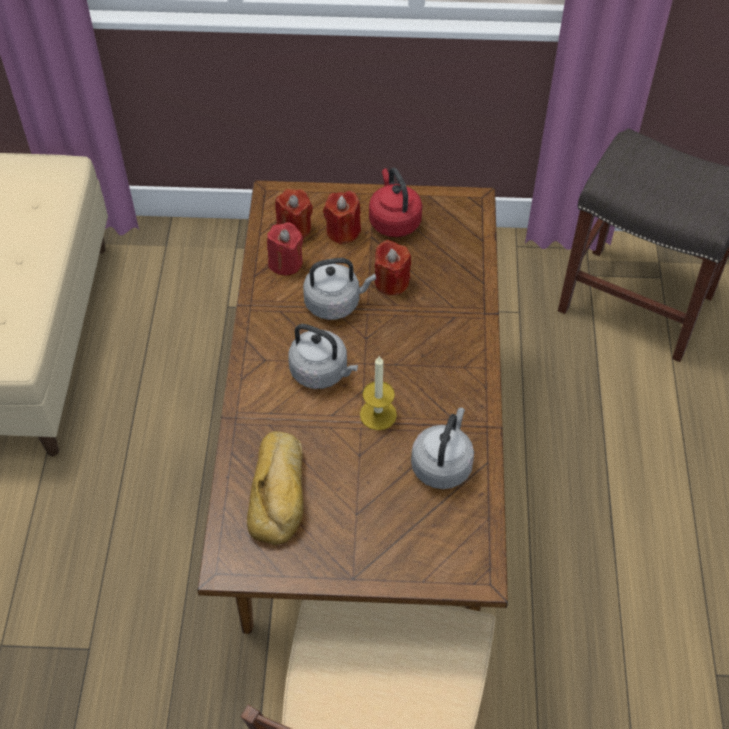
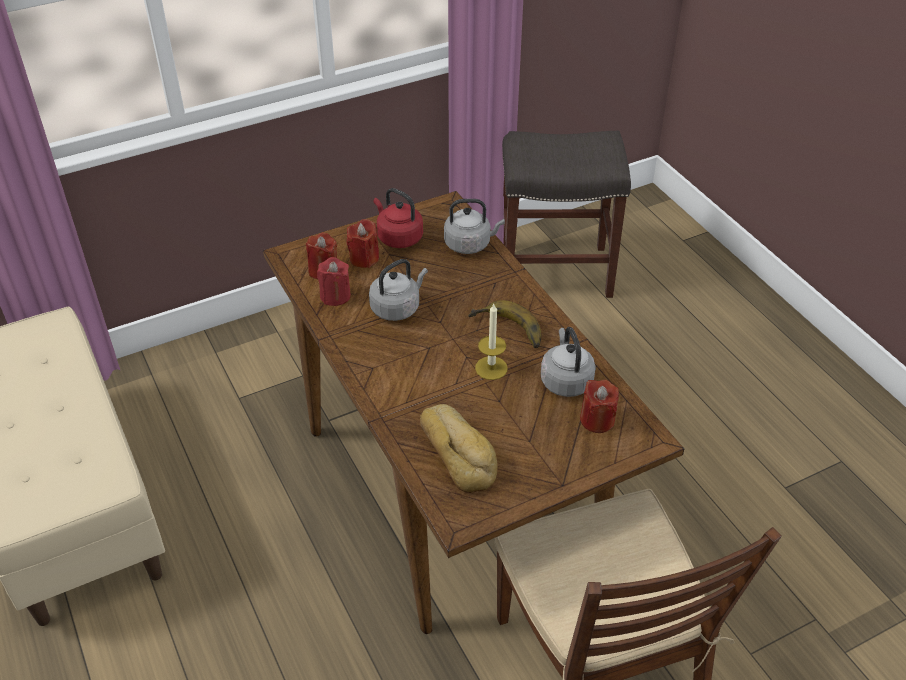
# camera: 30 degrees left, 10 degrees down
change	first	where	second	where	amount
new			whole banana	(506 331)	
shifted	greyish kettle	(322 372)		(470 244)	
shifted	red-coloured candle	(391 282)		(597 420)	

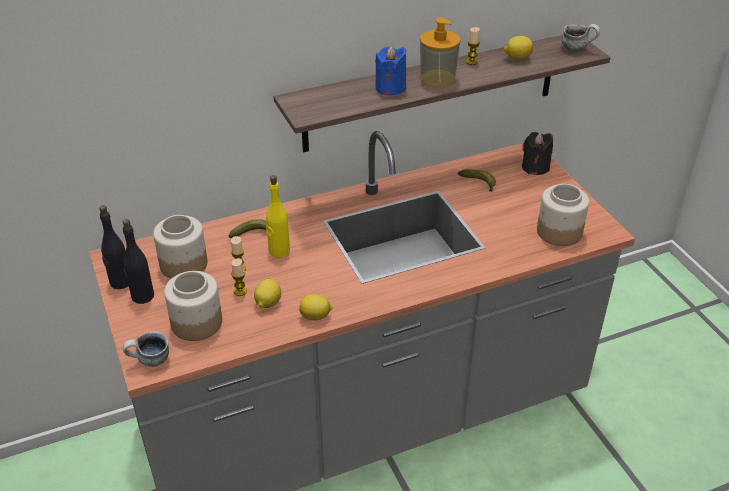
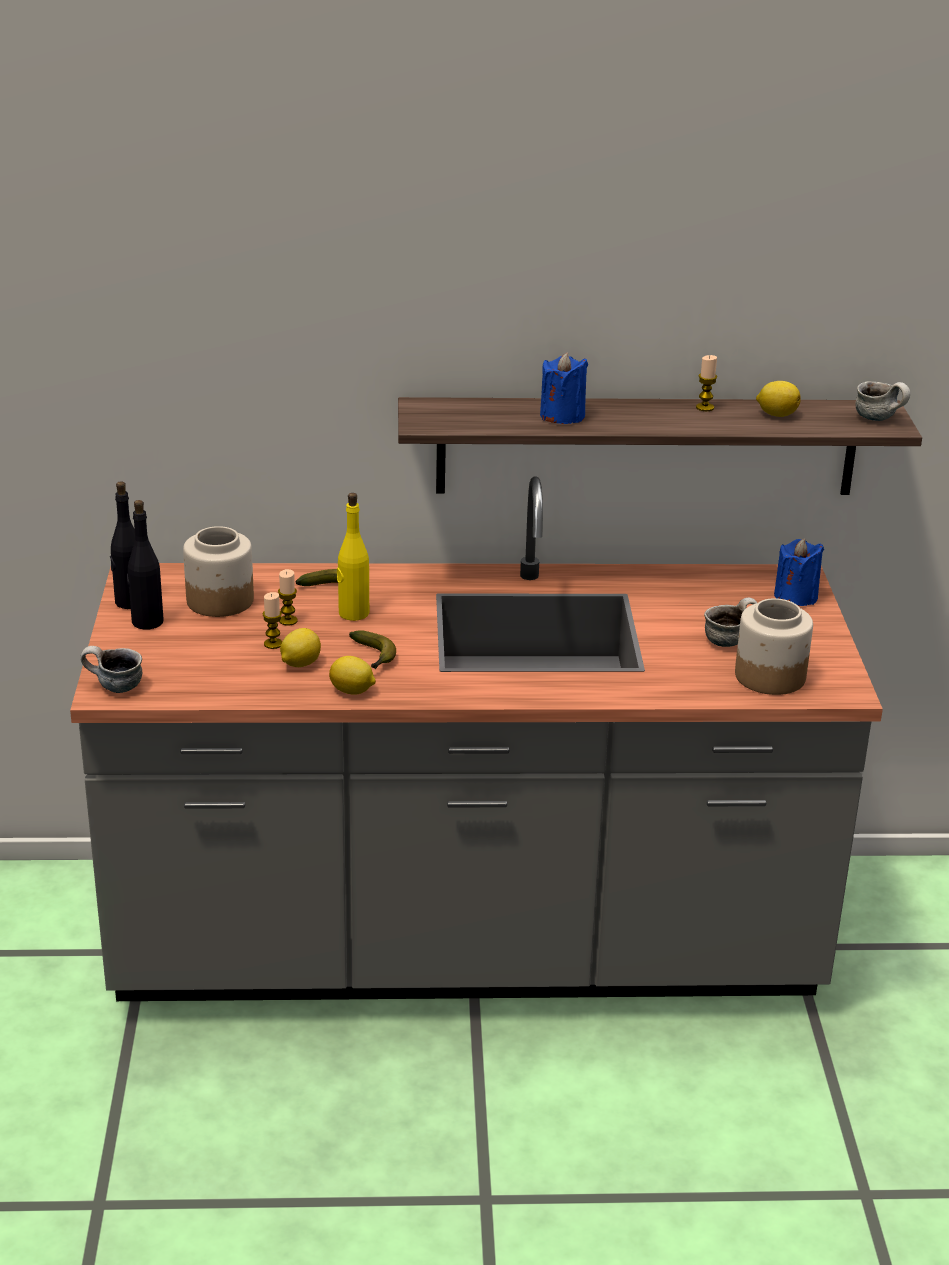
# camera: 20 degrees right, 10 degrees down
change	first	where	second	where	amount
gone	preserve jar	(196 323)			
gone	soap dispenser	(437 79)			
new			mug	(728 640)	
shifted	whole banana	(479 184)		(374 657)	
repainted	black-coloured candle	(535 167)	blue-coloured candle	(795 596)	

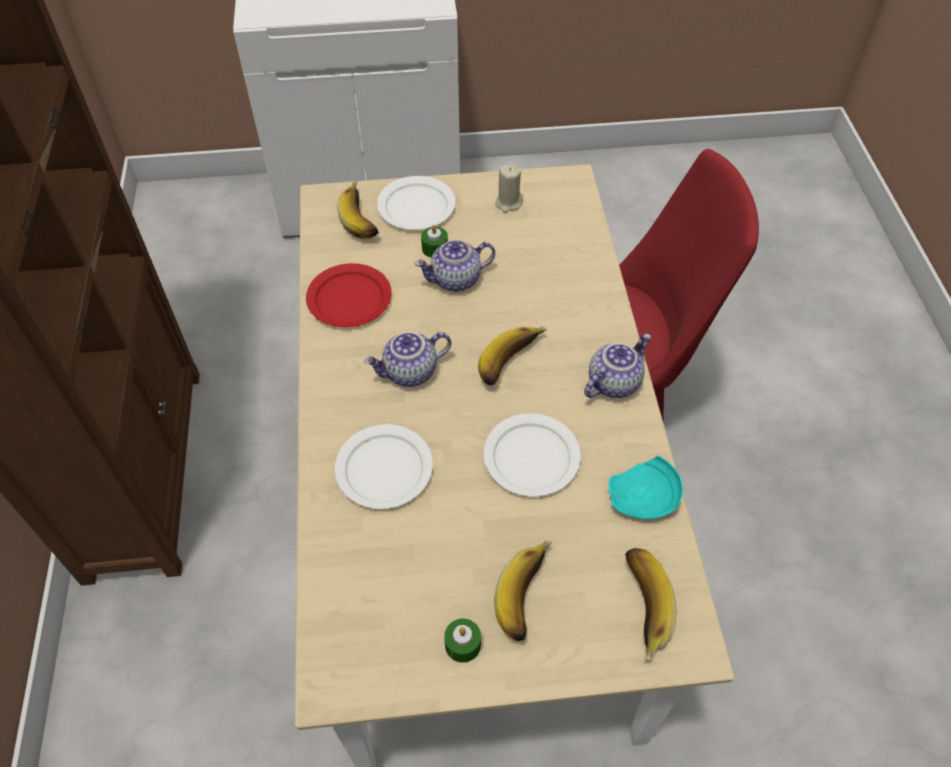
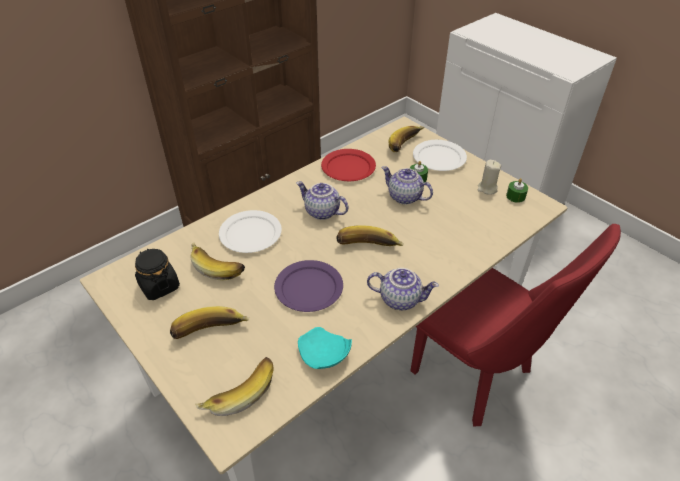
# camera: 55 degrees right, 10 degrees down
change	first	where	second	where	amount
new			black-coloured preserve jar	(159 286)	
new			whole banana	(219 266)	
shifted	green-coloured candle	(462 644)		(515 196)	
repainted	white-coloured flat dish	(532 457)	purple flat dish	(309 288)	

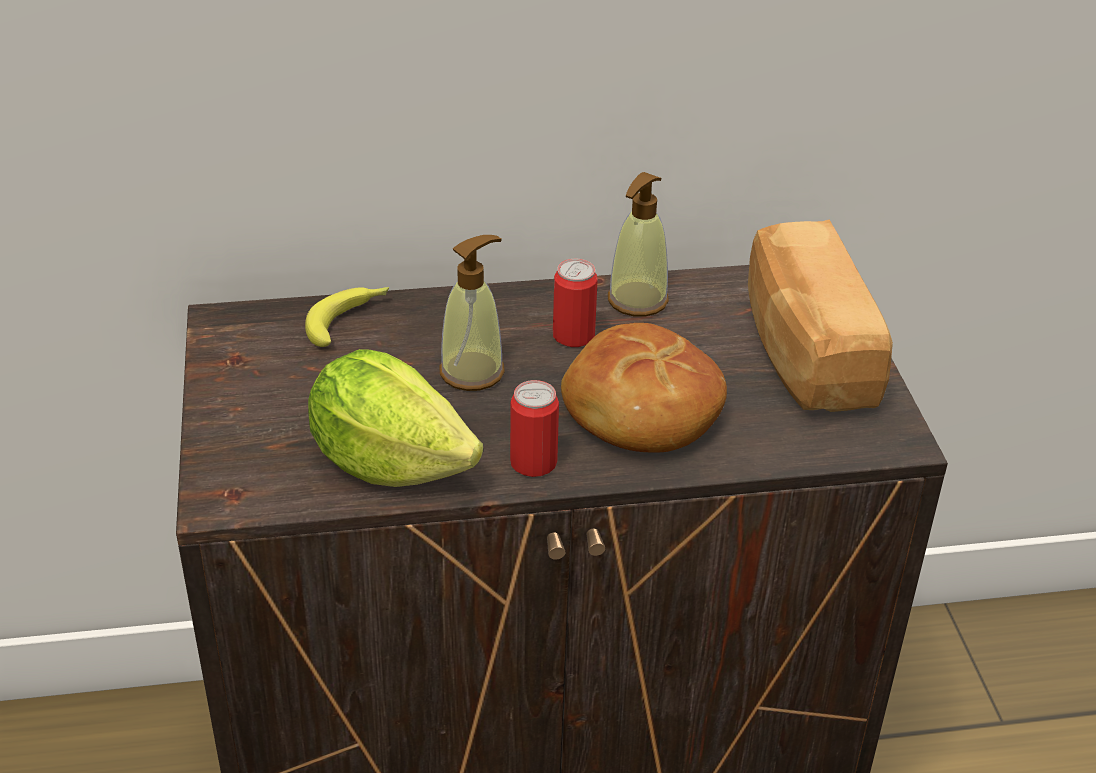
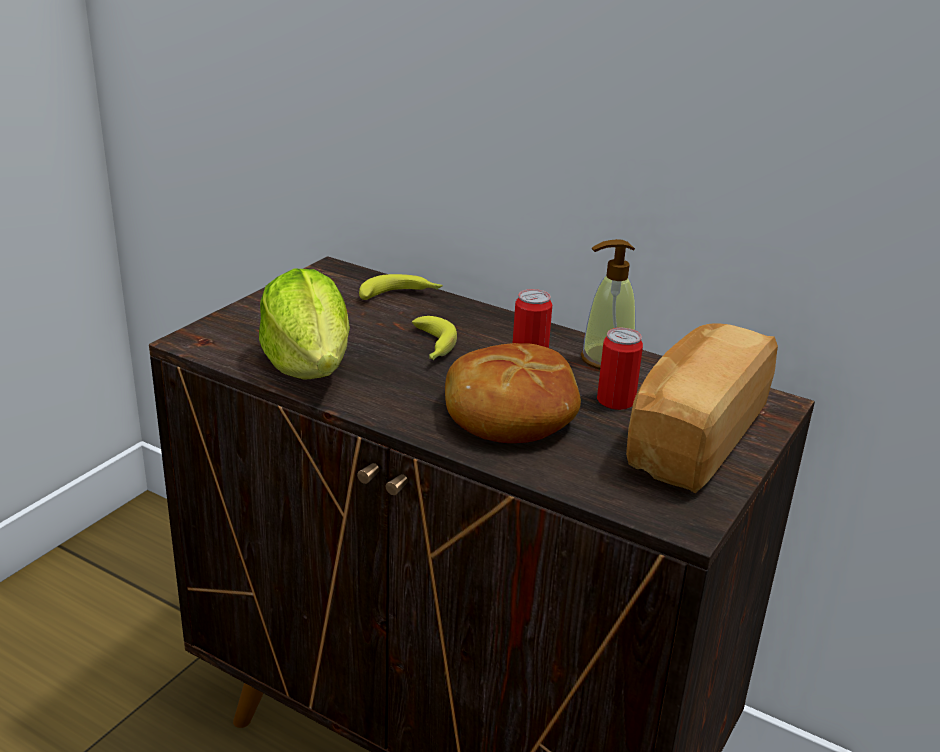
# camera: 40 degrees right, 10 degrees down
change	first	where	second	where	amount
shifted	sealed can	(533 462)		(616 401)	
swapped	soap dispenser	(472 372)	whole banana	(432 347)	

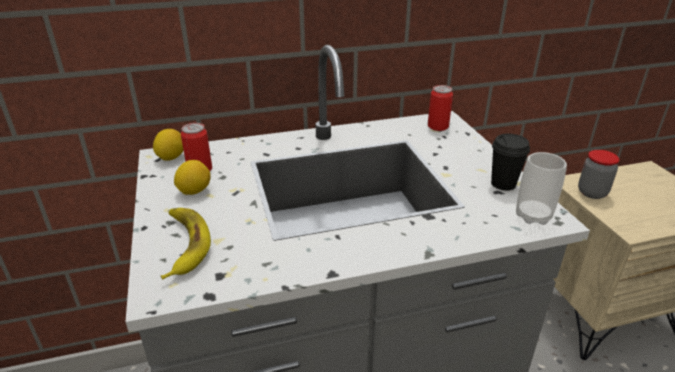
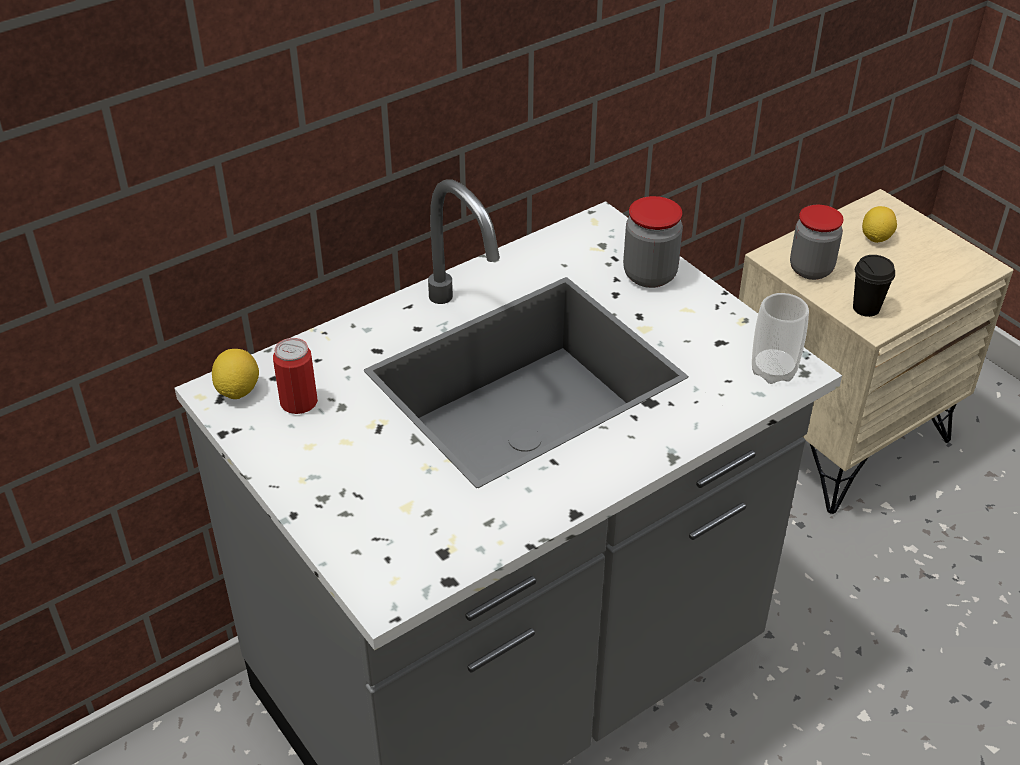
# camera: 20 degrees left, 10 degrees up
change	first	where	second	where	amount
gone	whole banana	(184 244)			
gone	sealed can	(438 126)			
new			preserve jar	(649 275)	
shifted	lemon	(194 191)		(876 238)	
shifted	black-coloured cup	(503 184)		(866 308)	

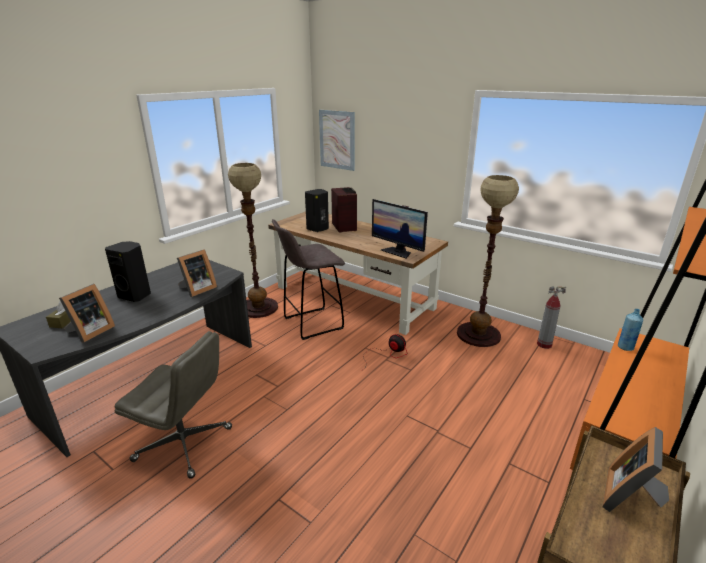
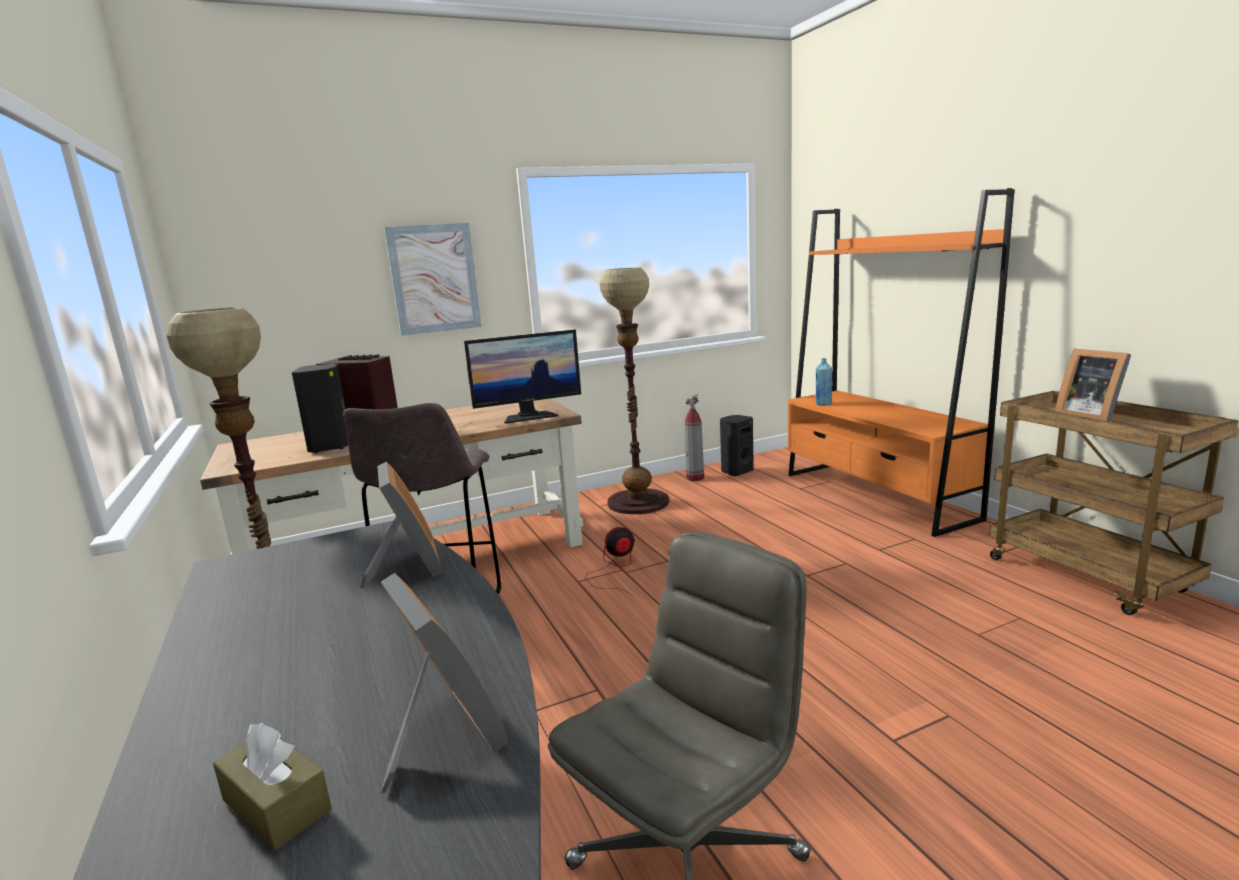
# camera: 60 degrees left, 10 degrees down
change	first	where	second	where	amount
shifted	black-coloured audio speaker	(136 295)		(736 471)	
shifted	wall picture	(337 140)		(434 279)	

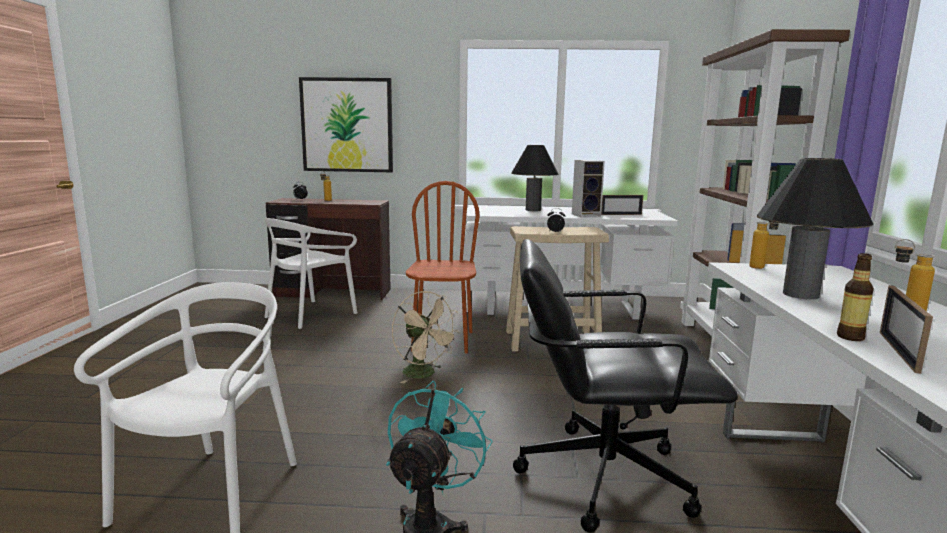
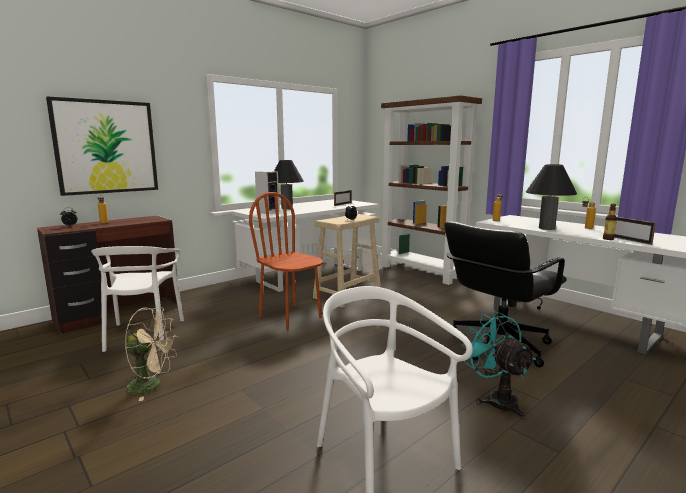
# camera: 45 degrees left, 0 degrees up
change	first	where	second	where	amount
shifted	beige electric fan	(424 374)		(151 385)	
shifted	audio speaker	(586 215)		(268 212)	

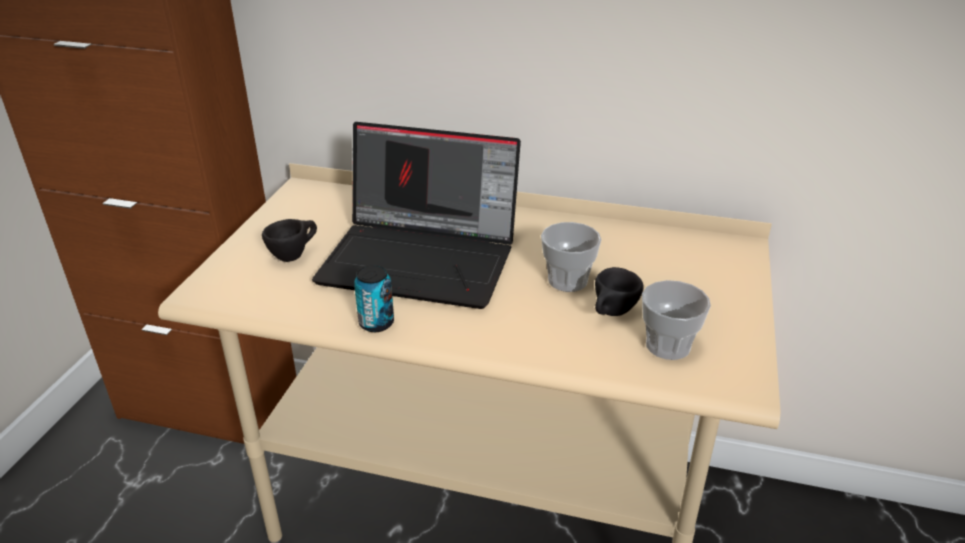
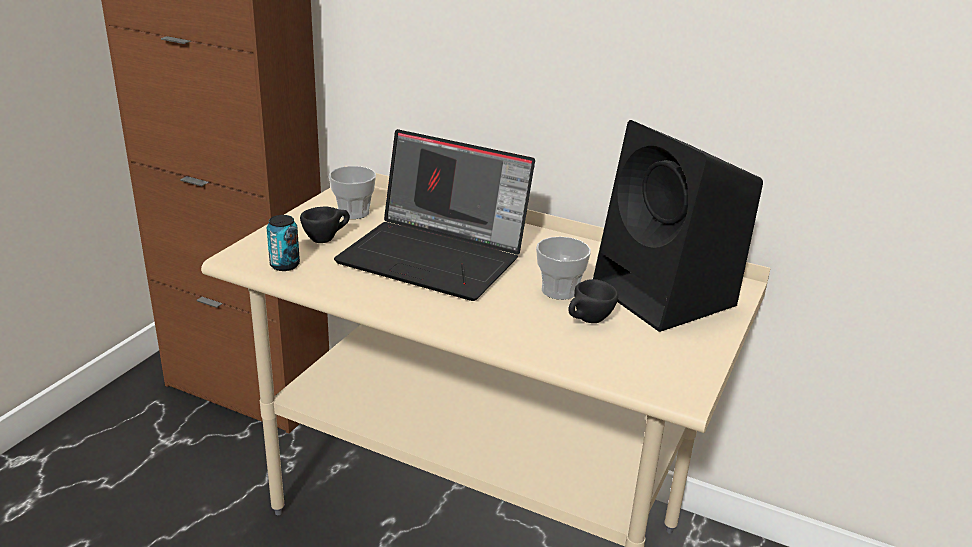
# camera: 10 degrees right, 5 degrees down
change	first	where	second	where	amount
new			black-coloured audio speaker	(667 296)	
shifted	sealed can	(376 323)		(284 265)	
shifted	cup	(668 346)		(353 212)	

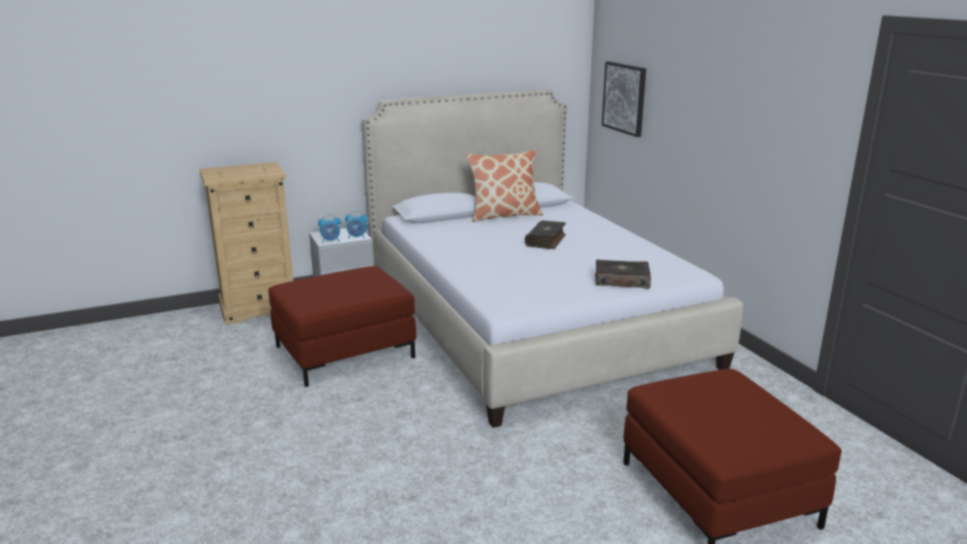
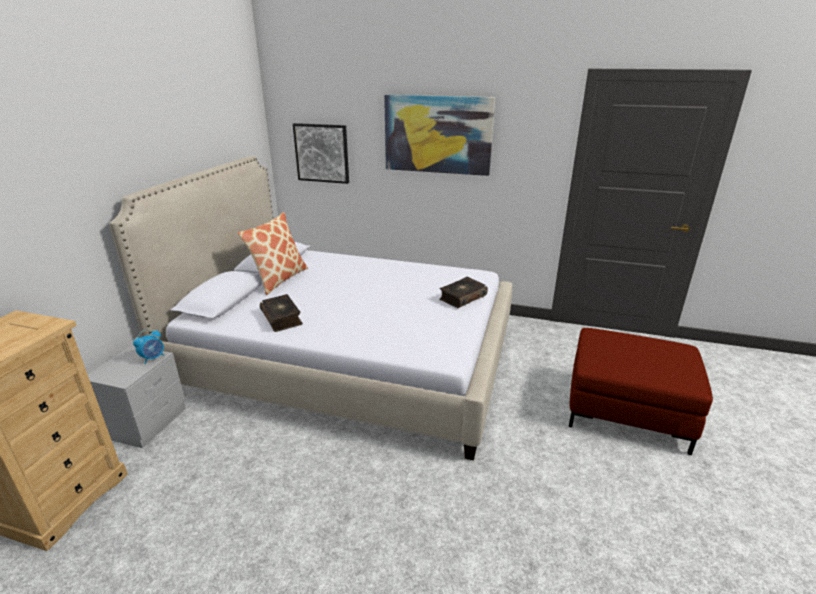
# camera: 50 degrees left, 5 degrees up
change	first	where	second	where	amount
gone	red-coloured footrest	(345 351)			
gone	bedside clock	(331 241)			
new			wall picture	(437 135)	
shifted	book	(546 241)		(282 318)	

